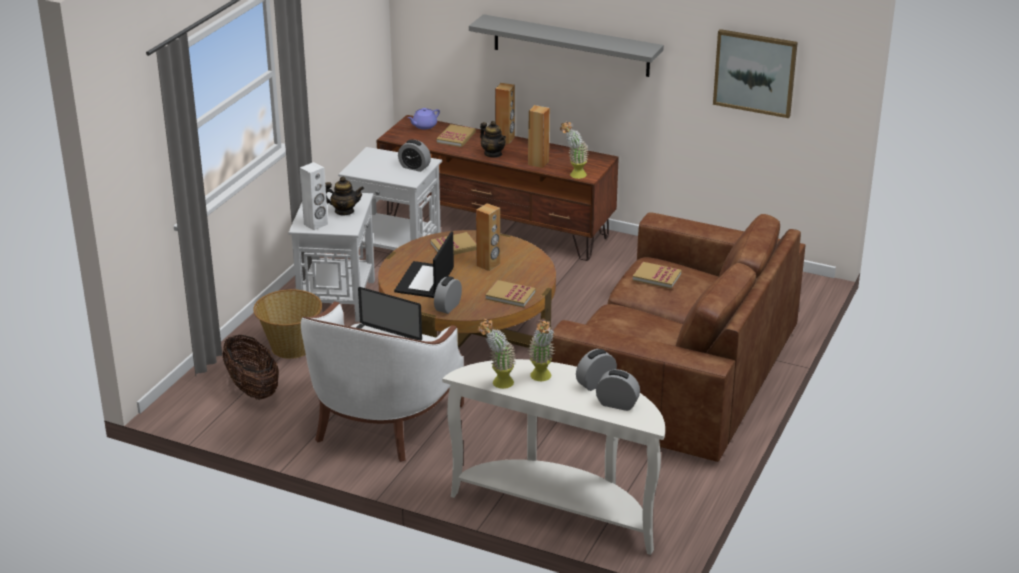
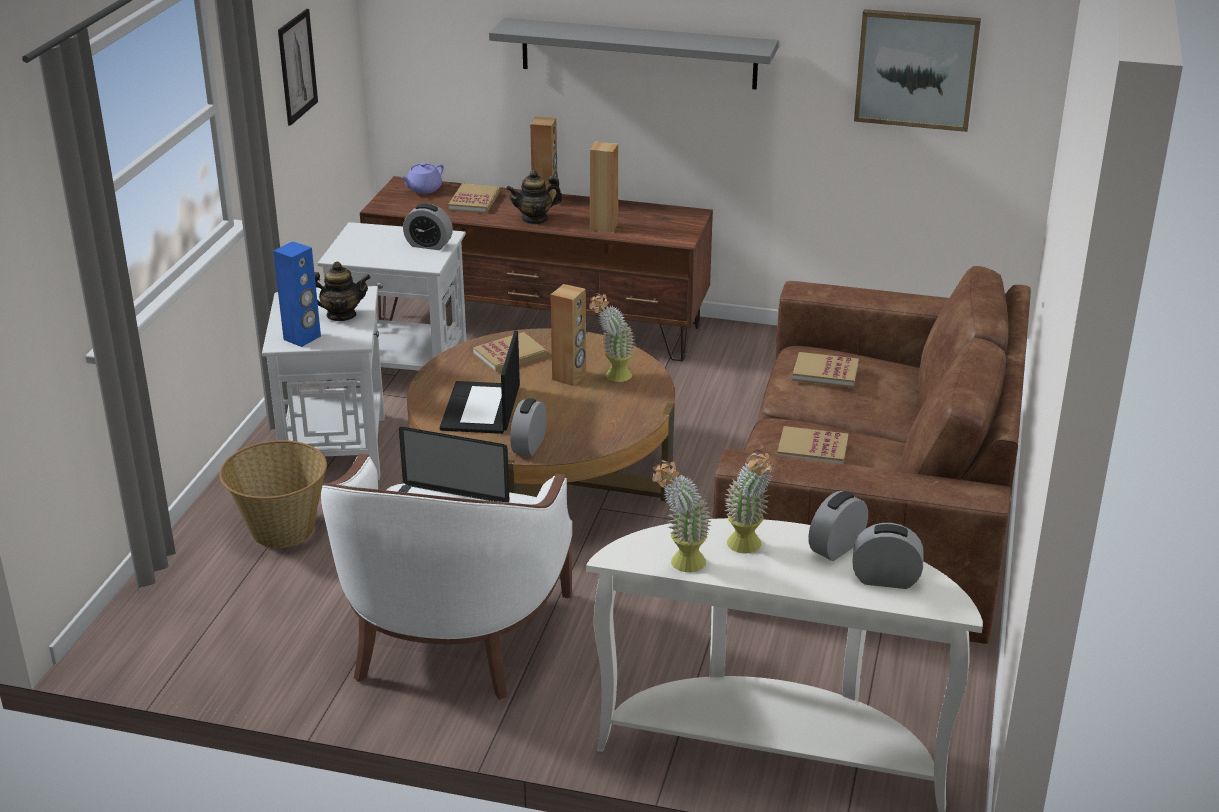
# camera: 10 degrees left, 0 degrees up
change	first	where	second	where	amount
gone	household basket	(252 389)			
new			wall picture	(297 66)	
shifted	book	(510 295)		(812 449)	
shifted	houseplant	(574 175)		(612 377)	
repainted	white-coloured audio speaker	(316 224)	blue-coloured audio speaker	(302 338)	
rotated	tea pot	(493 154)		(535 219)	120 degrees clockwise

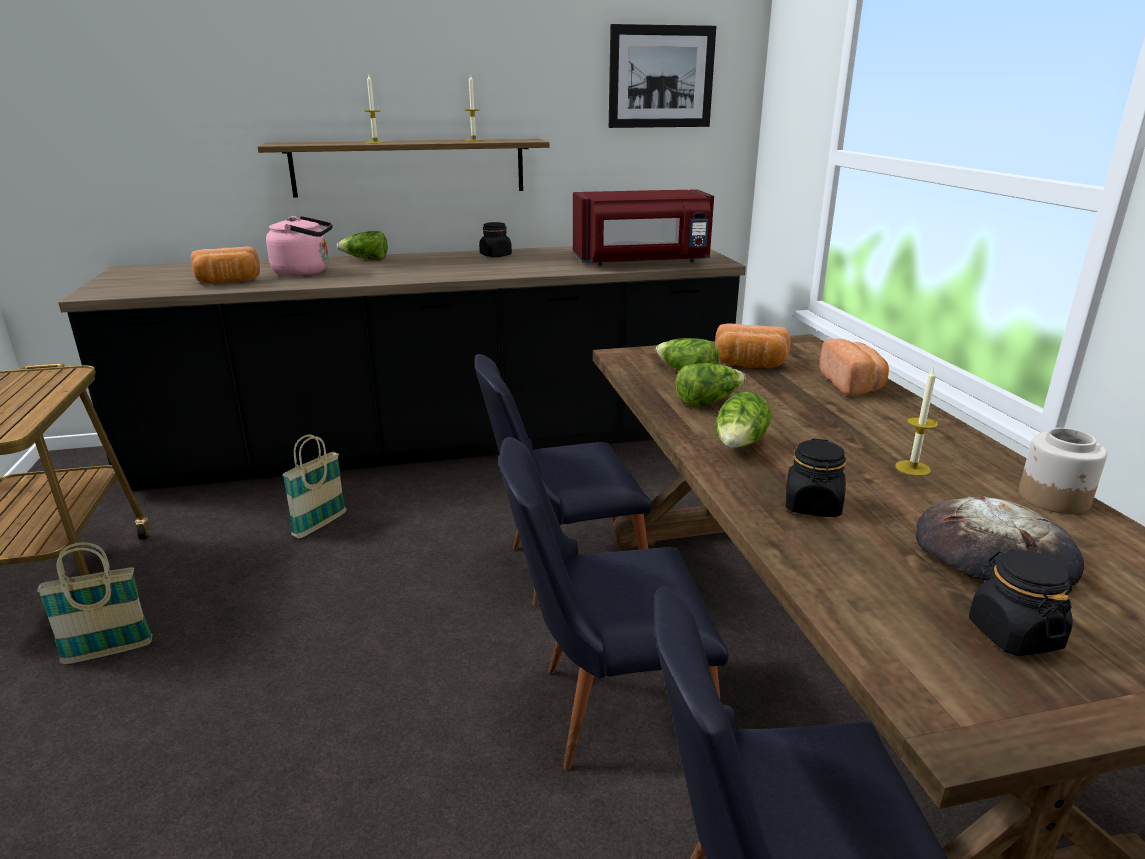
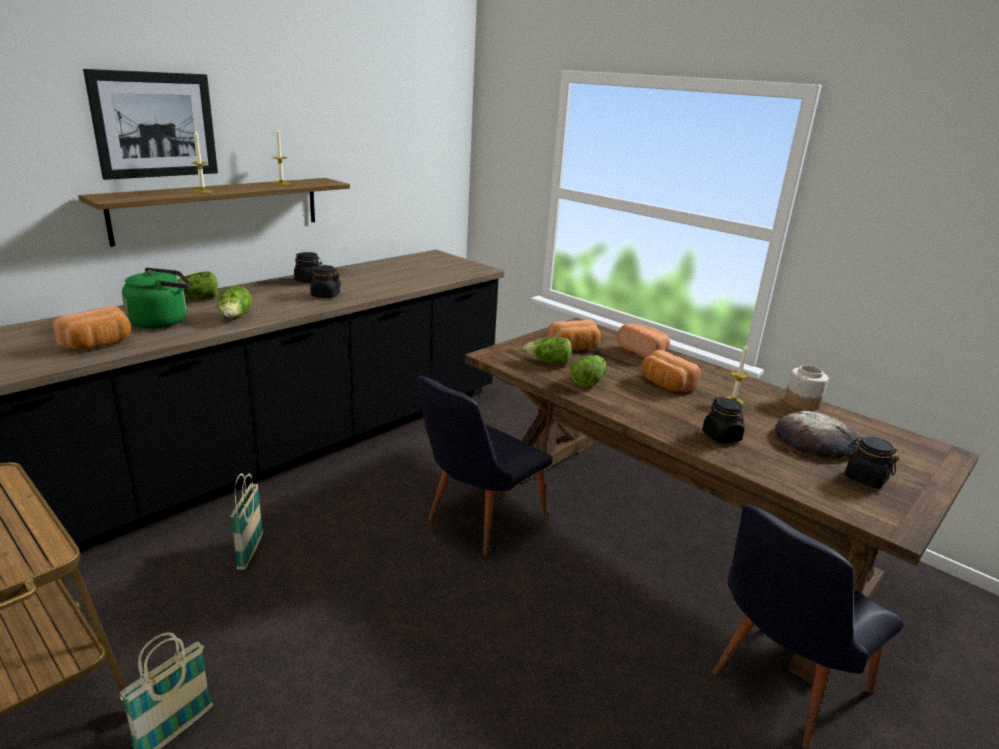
# camera: 35 degrees left, 0 degrees up
change	first	where	second	where	amount
gone	black-coloured chair	(609 708)			
gone	red-coloured kitchen microwave	(642 262)			
new			black-coloured preserve jar	(325 295)	
new			baked bread	(665 385)	
shifted	wall picture	(661 77)		(155 125)	
shifted	lettuce head	(740 445)		(235 317)	
repainted	pink-coloured kettle	(305 272)	green-coloured kettle	(162 321)	

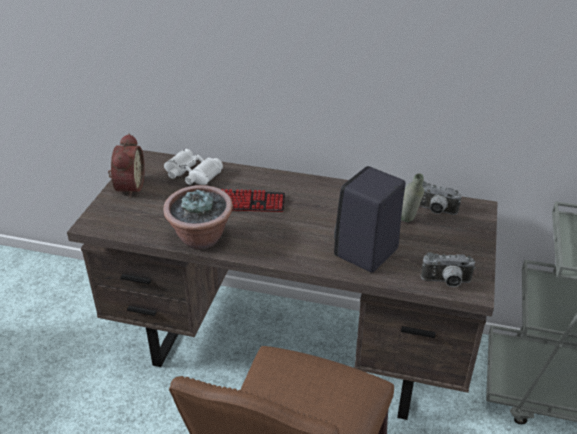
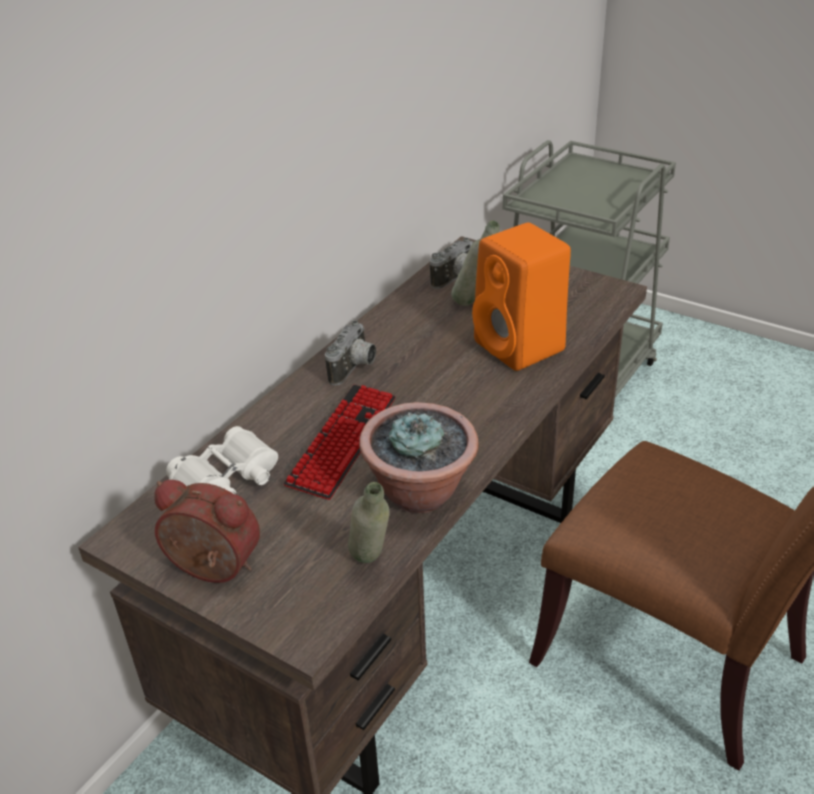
# camera: 70 degrees left, 0 degrees up
change	first	where	second	where	amount
new			greyish drink bottle	(372 565)	
shifted	still camera	(446 282)		(355 368)	
repainted	black-coloured audio speaker	(365 253)	orangey audio speaker	(521 347)	

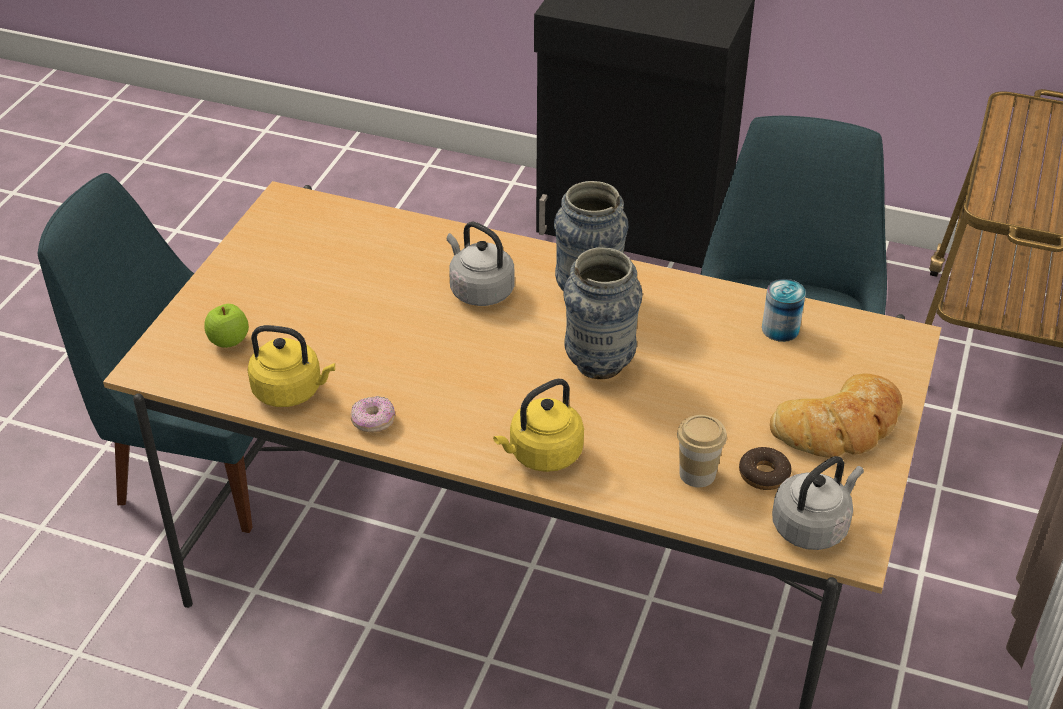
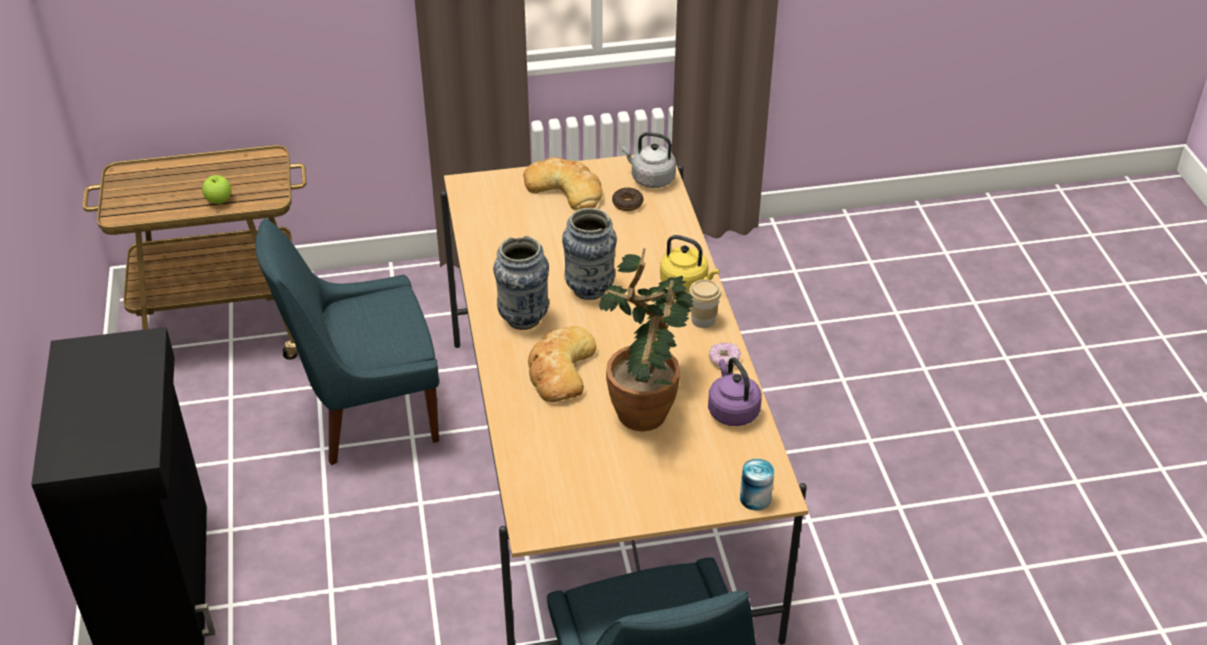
# camera: 120 degrees left, 0 degrees up
change	first	where	second	where	amount
new			houseplant	(649 406)	
shifted	apple	(229 342)		(219 201)	
shifted	cup	(697 474)		(703 320)	
shifted	sealed can	(780 329)		(755 498)	
swapped	greyish kettle	(479 290)	baked bread	(560 370)	
repainted	yellow-coloured kettle	(291 391)	purple kettle	(732 410)	

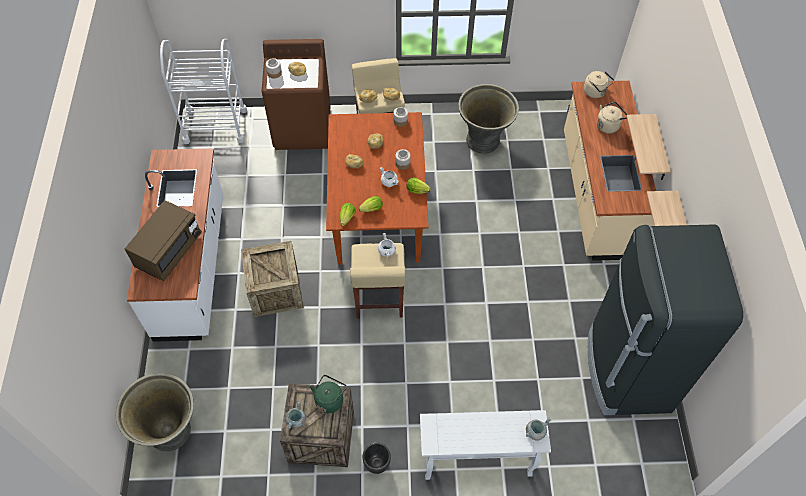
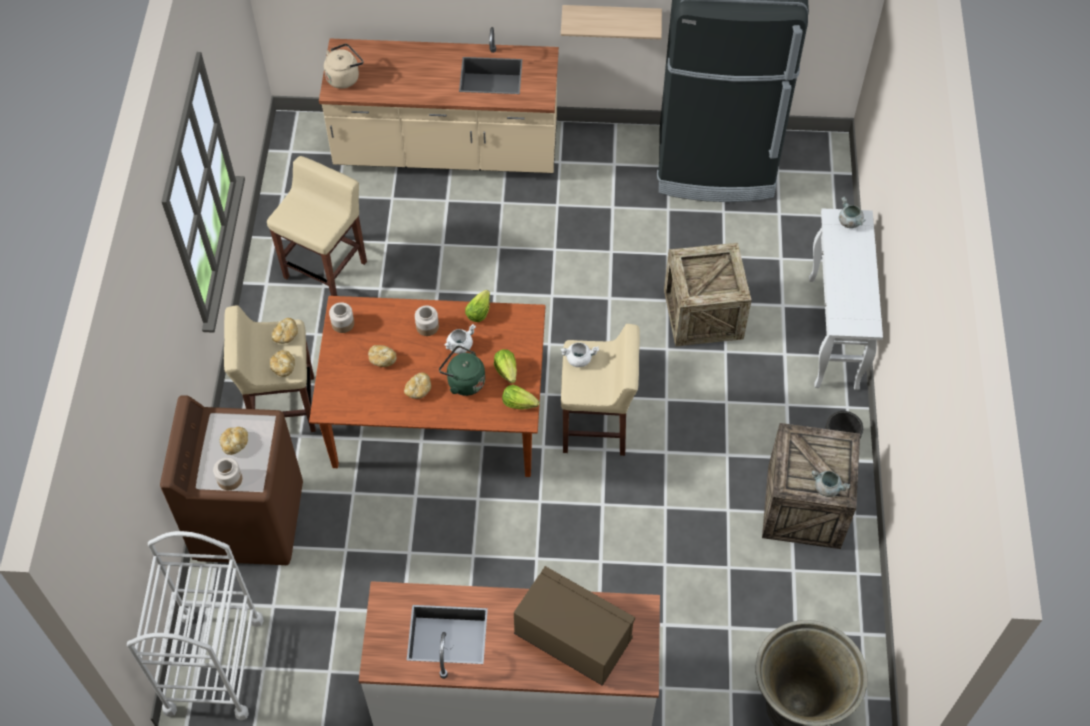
# camera: 85 degrees left, 0 degrees up
change	first	where	second	where	amount
gone	beige kettle	(608 125)			
gone	shelf	(660 150)			
shifted	packing crate	(275 291)		(703 314)	
shifted	green-coloured kettle	(330 399)		(463 381)	
swapped	greyish plant pot	(484 141)	beige stool	(326 269)	

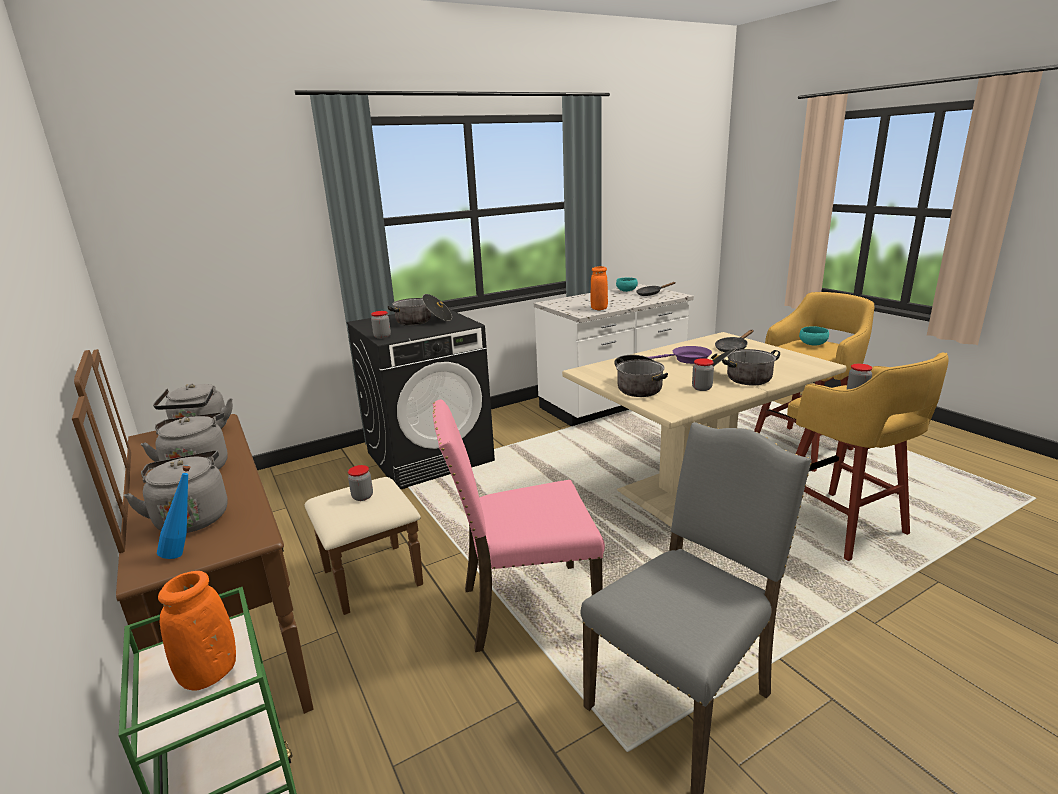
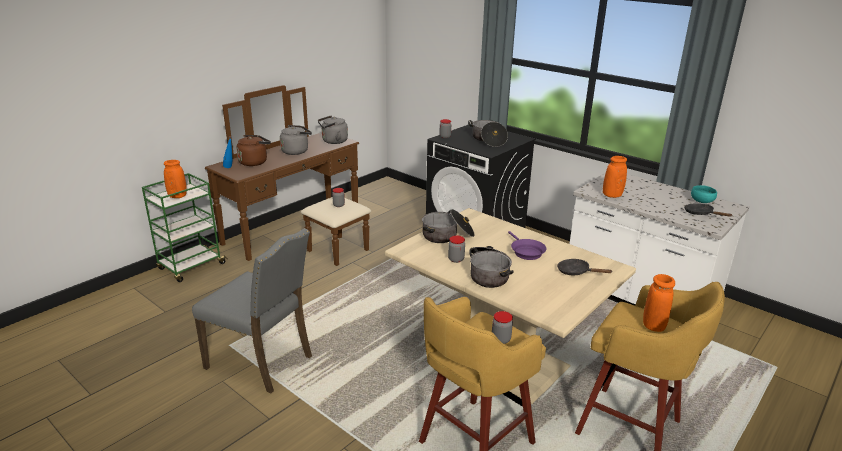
# camera: 70 degrees right, 5 degrees up
change	first	where	second	where	amount
gone	pink-coloured chair	(525 608)			
swapped	blue-green bowl	(812 344)	orangey flower vase	(653 326)	
repainted	greyish kettle	(192 517)	brown kettle	(254 162)	

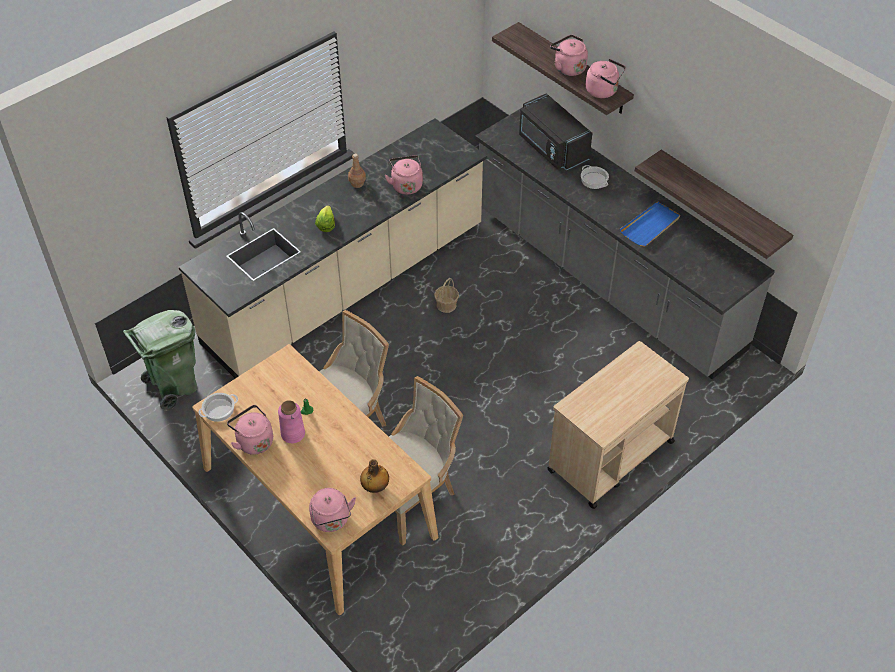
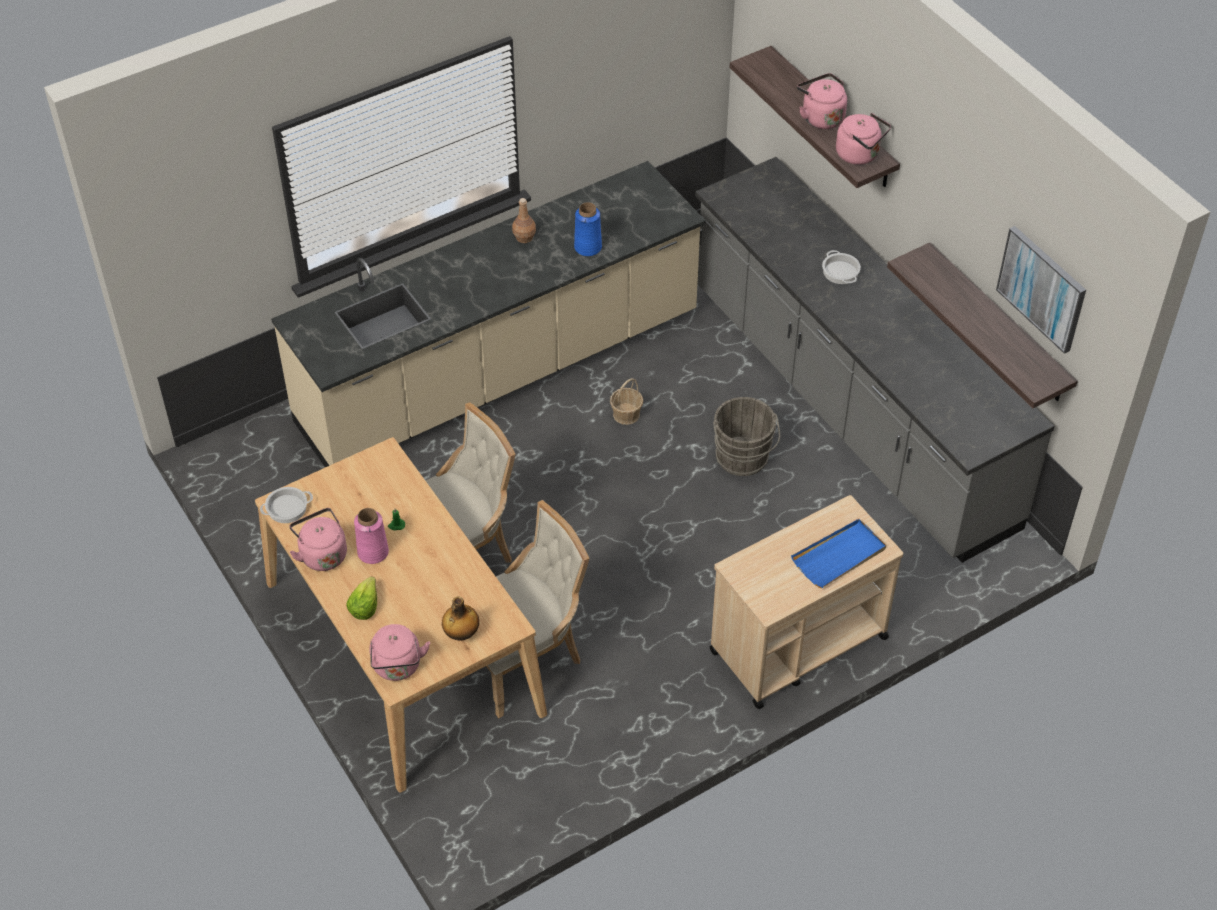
# camera: 10 degrees right, 0 degrees up
change	first	where	second	where	amount
gone	green-coloured trash can	(174 386)			
gone	black-coloured kitchen microwave	(551 148)			
new			greyish pail	(742 459)	
new			wall picture	(1042 288)	
shifted	lettuce head	(326 225)		(364 606)	
shifted	blue-coloured serving tray	(650 226)		(839 556)	
swapped	pink-coloured kettle	(406 185)	blue-coloured flower vase	(588 247)	

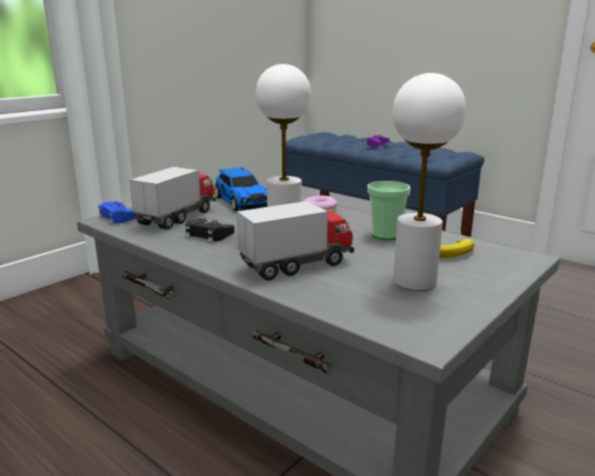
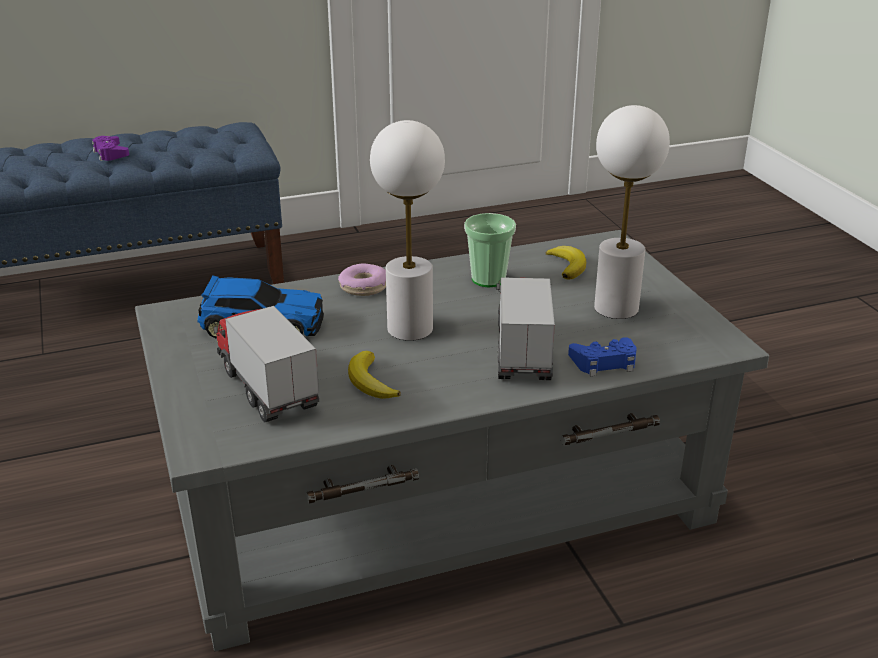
# camera: 60 degrees left, 10 degrees up
change	first	where	second	where	amount
shifted	blue-coloured gamepad	(118 217)		(604 362)	
swapped	black-coloured gamepad	(208 235)	whole banana	(370 381)	

